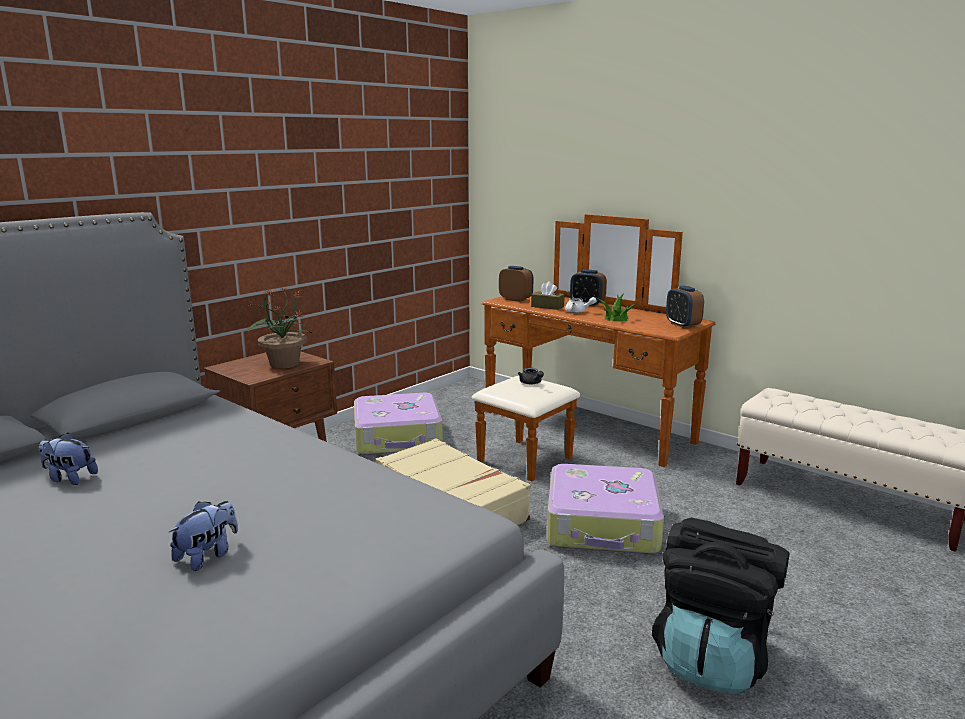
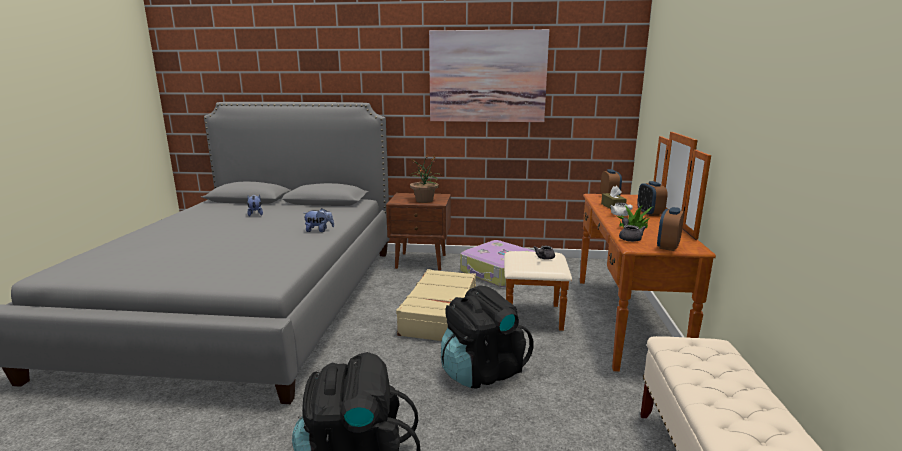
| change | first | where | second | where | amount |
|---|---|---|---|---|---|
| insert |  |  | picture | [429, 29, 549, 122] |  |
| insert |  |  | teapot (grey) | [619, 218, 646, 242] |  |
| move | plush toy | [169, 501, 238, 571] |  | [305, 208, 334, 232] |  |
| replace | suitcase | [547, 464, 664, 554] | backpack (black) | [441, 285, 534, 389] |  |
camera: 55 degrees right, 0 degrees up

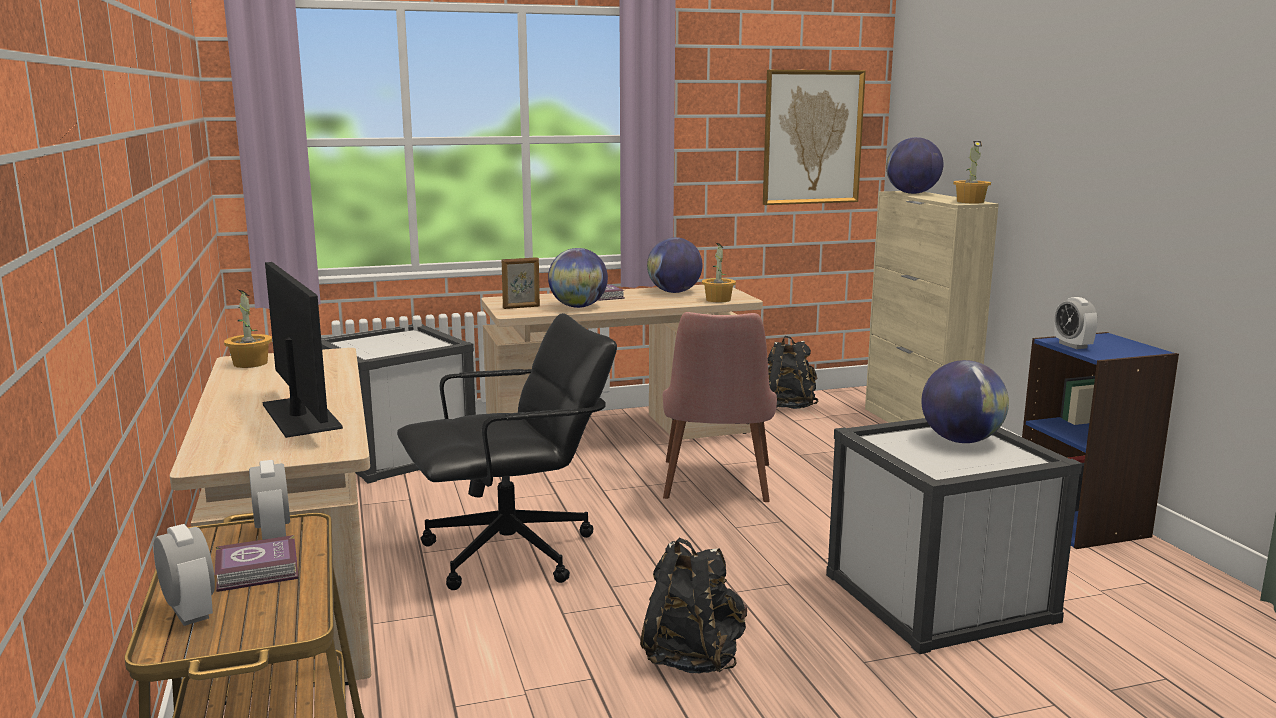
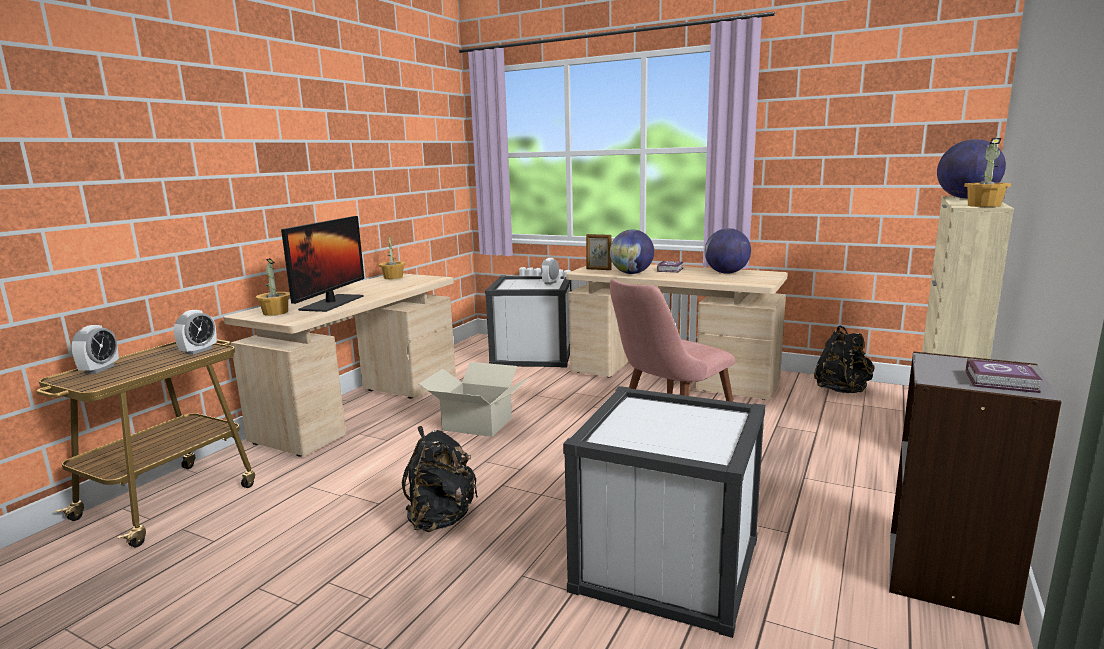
| change | first | where | second | where | amount |
|---|---|---|---|---|---|
| delete | picture | [763, 70, 866, 205] |  |  |  |
| delete | globe | [921, 360, 1009, 443] |  |  |  |
| move | book | [215, 535, 299, 592] |  | [965, 359, 1042, 393] |  |
| move | potted plant | [702, 243, 736, 302] |  | [256, 258, 290, 316] |  |
| move | alarm clock | [1054, 297, 1098, 349] |  | [541, 258, 559, 285] |  |
| replace | office chair (black) | [397, 313, 617, 590] | cardboard box | [419, 362, 530, 437] |  |
| recolor | bookcase (blue) | [1022, 332, 1179, 549] | bookcase (grey) | [889, 351, 1062, 625] |  |
camera: 45 degrees right, 0 degrees up

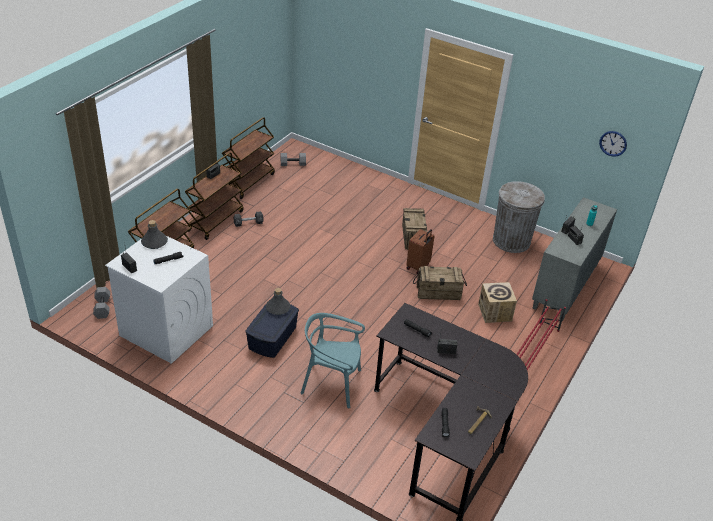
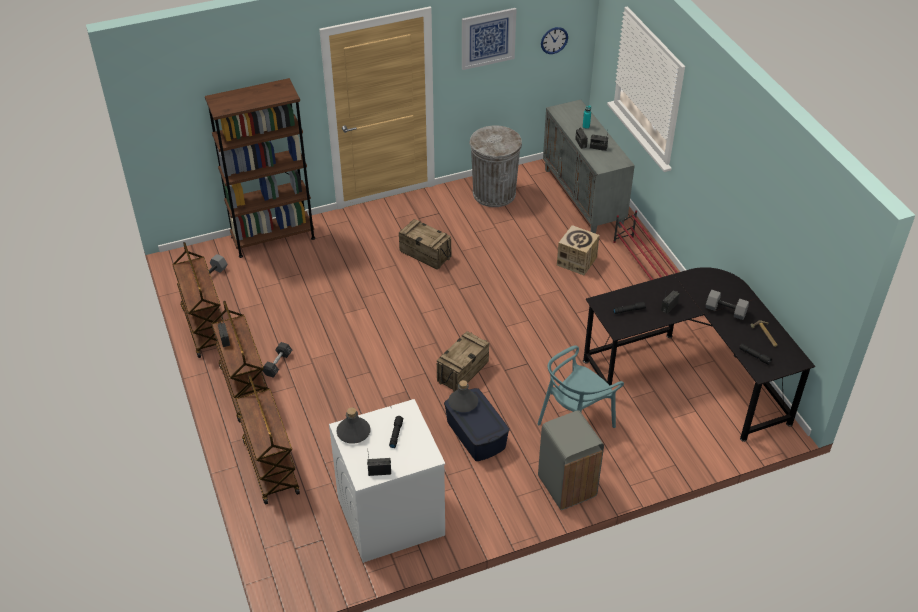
| change | first | where | second | where | amount |
|---|---|---|---|---|---|
| delete | suitcase (brown) | [406, 229, 435, 274] |  |  |  |
| insert |  |  | bookcase (brown) | [205, 78, 315, 258] |  |
| insert |  |  | picture | [462, 8, 517, 70] |  |
| insert |  |  | trash can (grey) | [538, 410, 604, 510] |  |
| move | dumbbell (grey) | [93, 287, 110, 319] |  | [706, 290, 749, 320] |  |
| move | crate | [413, 266, 467, 300] |  | [437, 331, 489, 392] |  |
camera: 50 degrees left, 5 degrees up

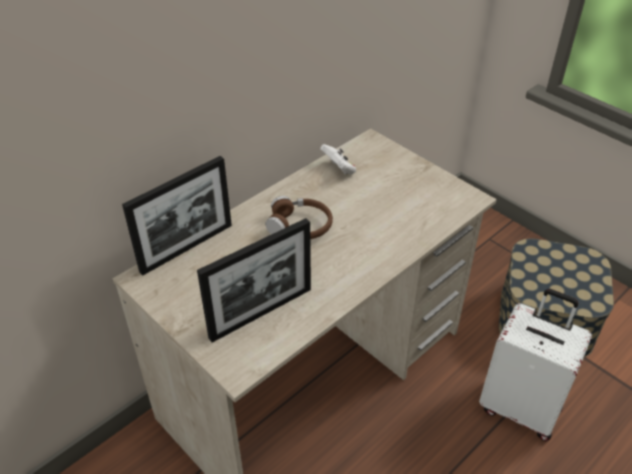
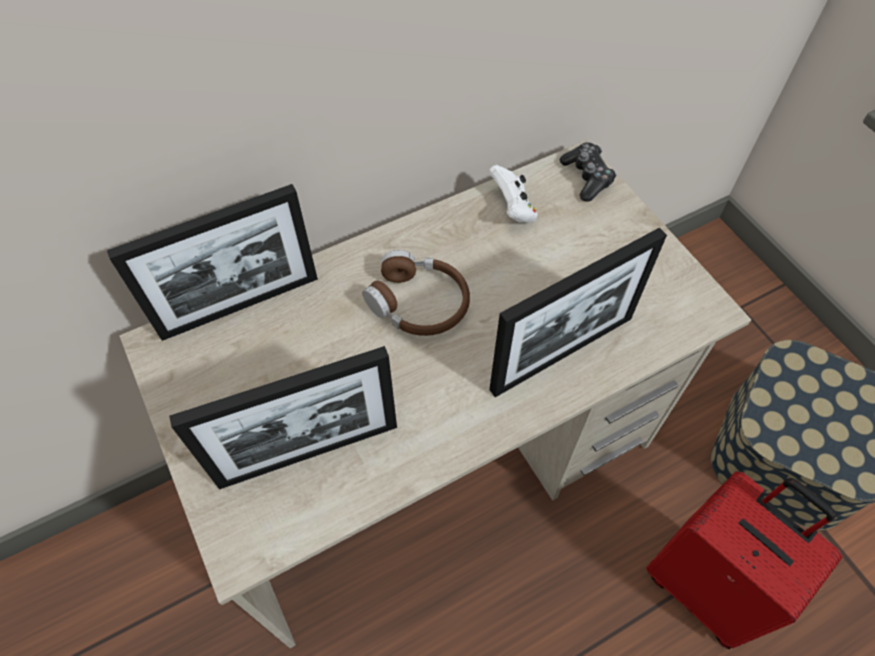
| change | first | where | second | where | amount |
|---|---|---|---|---|---|
| insert |  |  | picture frame | [489, 228, 667, 397] |  |
| insert |  |  | game controller | [560, 142, 617, 201] |  |
| recolor | suitcase (white) | [479, 289, 592, 441] | suitcase (red) | [646, 471, 843, 649] |  |
camera: 15 degrees right, 15 degrees up

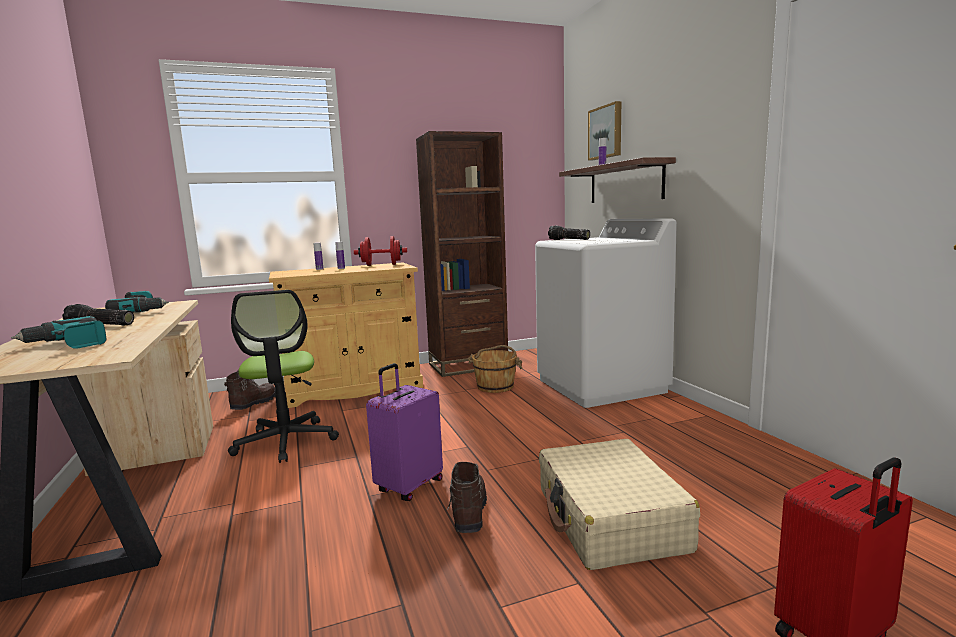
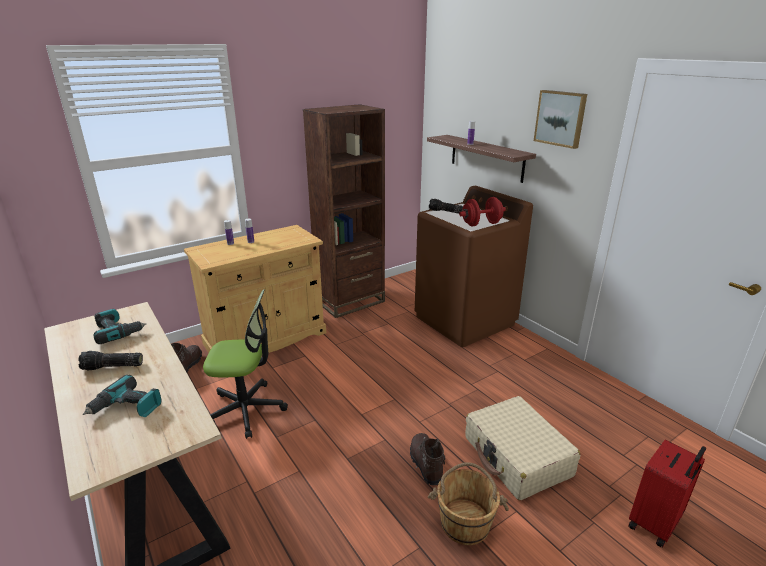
| change | first | where | second | where | amount |
|---|---|---|---|---|---|
| delete | suitcase (purple) | [366, 363, 443, 501] |  |  |  |
| move | dumbbell (red) | [354, 236, 407, 266] |  | [459, 197, 506, 226] |  |
| move | bucket (brown) | [468, 345, 522, 393] |  | [428, 462, 509, 545] |  |
| move | picture | [588, 101, 621, 160] |  | [534, 90, 587, 149] |  |
| recolor | washing machine (white) | [535, 219, 677, 408] | washing machine (brown) | [415, 186, 533, 347] |  |
| rotate | office chair | [228, 290, 339, 463] |  | [203, 289, 288, 439] | 60 degrees counterclockwise |
camera: 15 degrees left, 15 degrees up

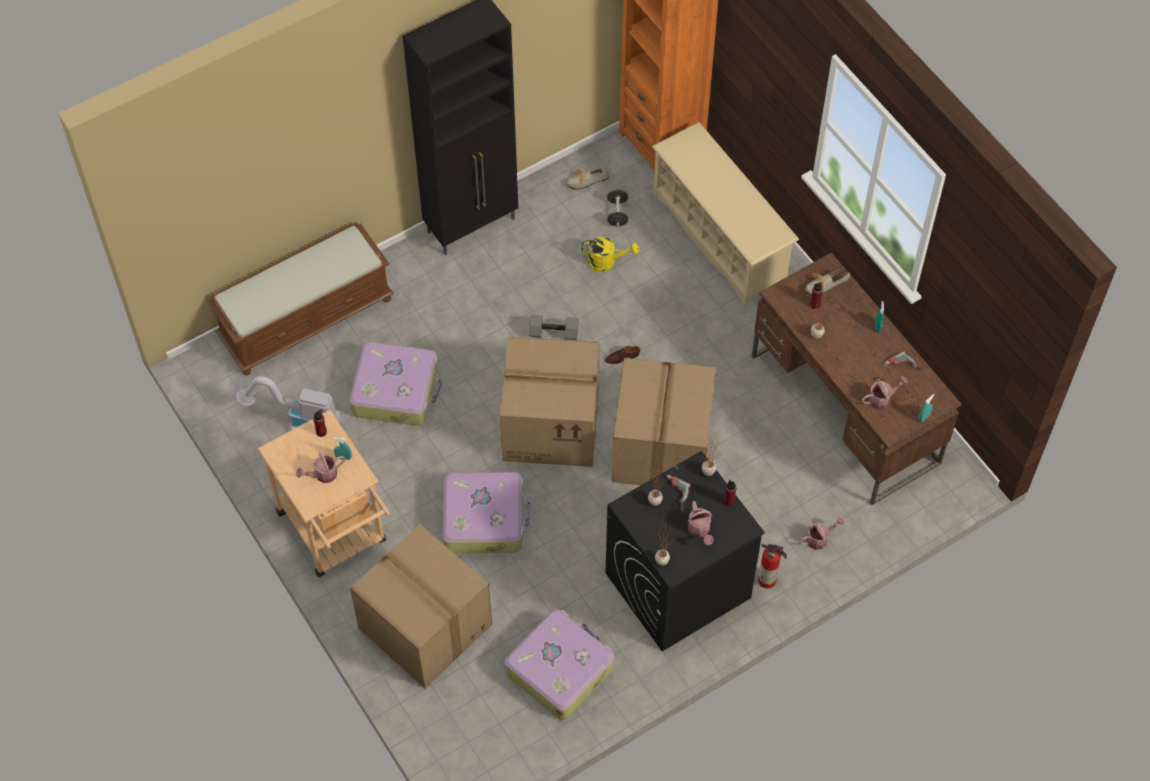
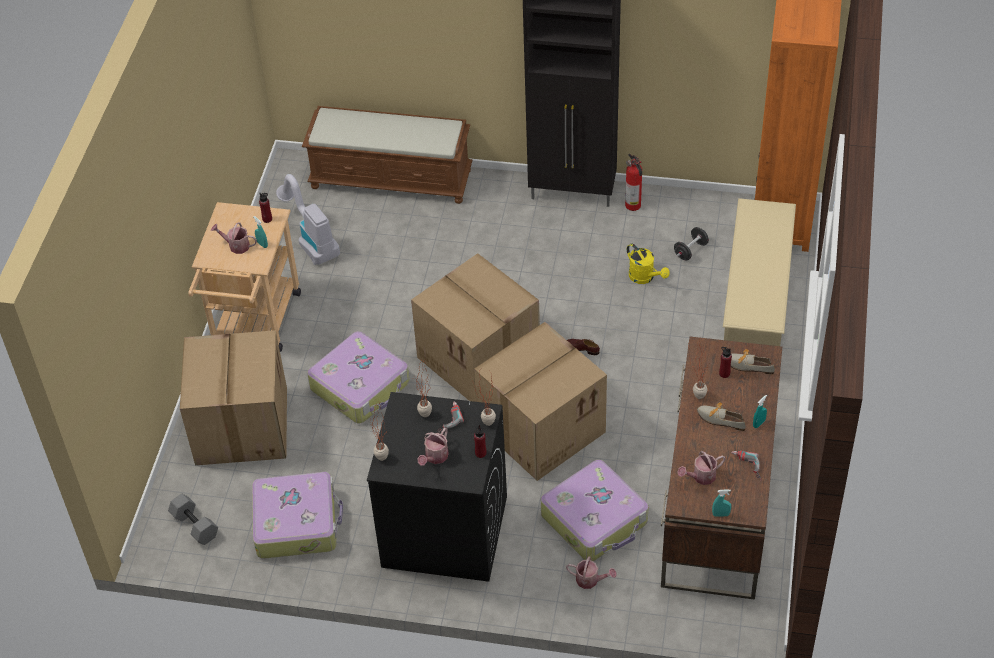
| change | first | where | second | where | amount |
|---|---|---|---|---|---|
| move | suitcase | [350, 342, 442, 426] |  | [541, 460, 648, 561] |  |
| move | dumbbell (grey) | [529, 315, 579, 340] |  | [168, 494, 218, 545] |  |
| move | shoe | [566, 168, 609, 190] |  | [697, 402, 746, 431] |  |
| move | fire extinguisher | [758, 544, 787, 588] |  | [625, 154, 642, 211] |  |
| rotate | watering can | [862, 376, 908, 410] |  | [677, 451, 726, 485] | 135 degrees clockwise |
camera: 45 degrees right, 10 degrees down

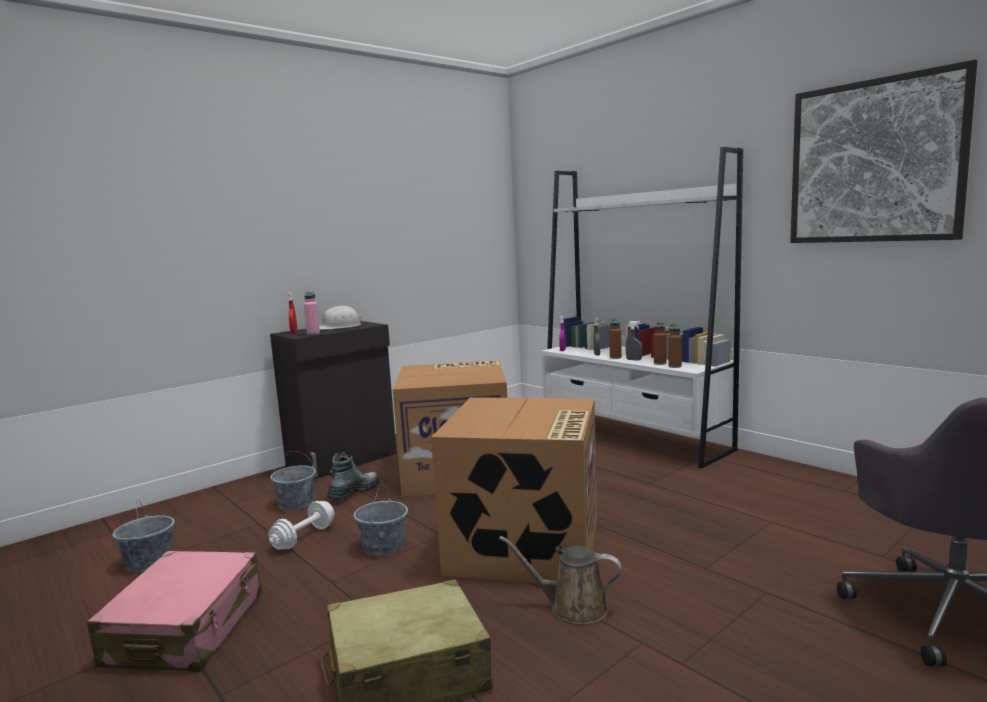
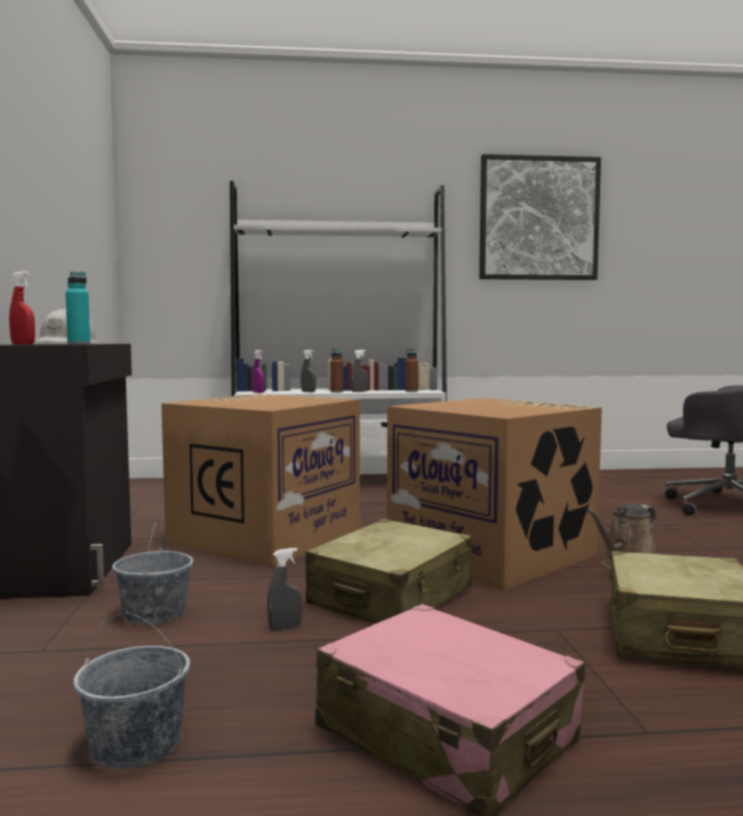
| change | first | where | second | where | amount |
|---|---|---|---|---|---|
| delete | boot | [327, 452, 379, 500] |  |  |  |
| delete | bottle (brown) | [654, 322, 666, 365] |  |  |  |
| replace | dumbbell (white) | [268, 501, 334, 550] | spray bottle (grey) | [267, 548, 302, 631] |  |
| replace | bucket (grey) | [353, 484, 408, 556] | suitcase (beige) | [305, 519, 473, 624] |  |
| recolor | bottle (pink) | [304, 291, 320, 335] | bottle (turquoise) | [65, 271, 90, 344] |  |
camera: 55 degrees left, 5 degrees down

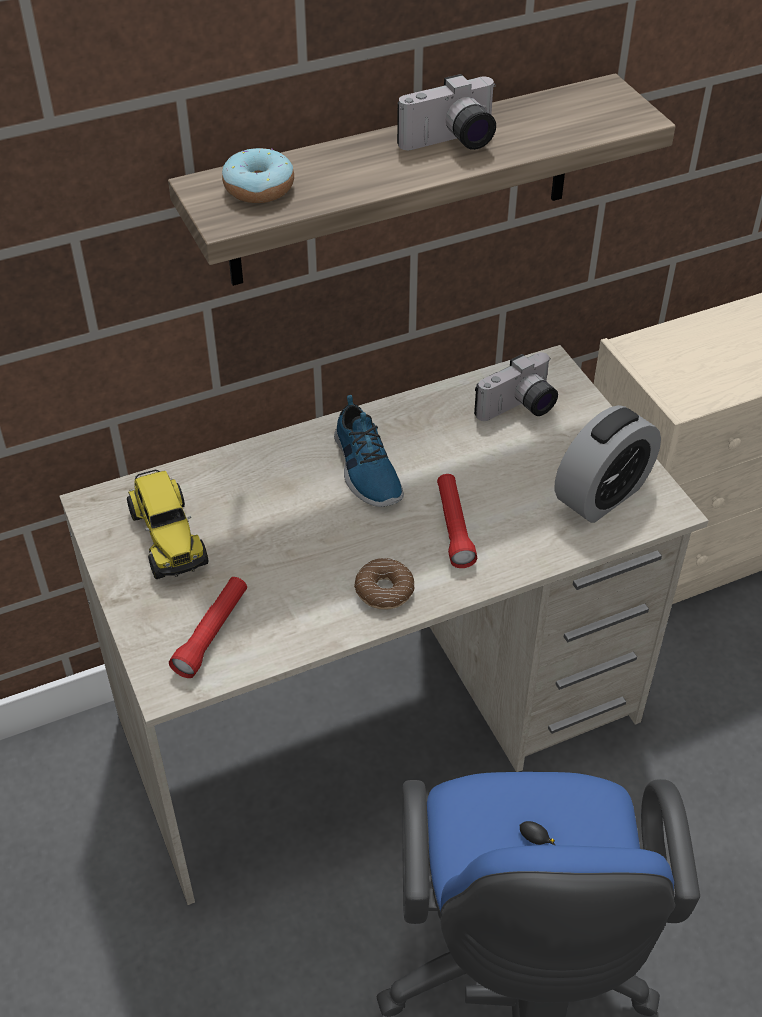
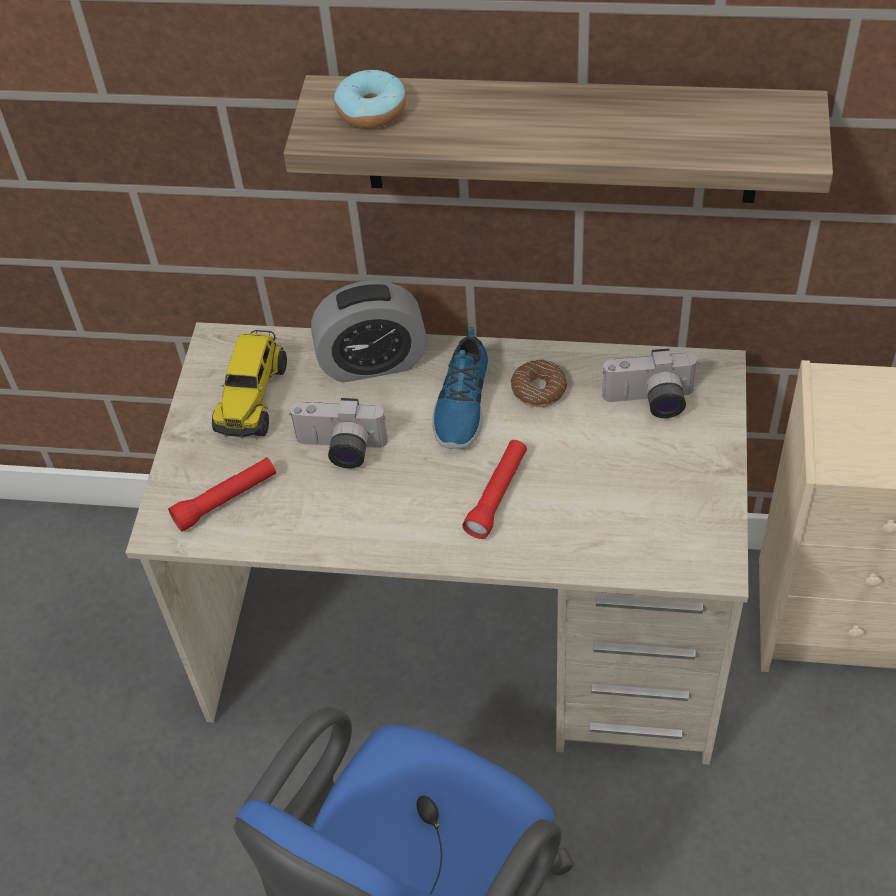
| change | first | where | second | where | amount |
|---|---|---|---|---|---|
| move | donut | [354, 558, 414, 610] |  | [511, 360, 567, 407] |  |
| move | photo camera | [397, 74, 496, 150] |  | [289, 398, 388, 468] |  |
| move | alarm clock | [555, 405, 661, 523] |  | [311, 280, 427, 383] |  |
camera: 35 degrees right, 5 degrees up

